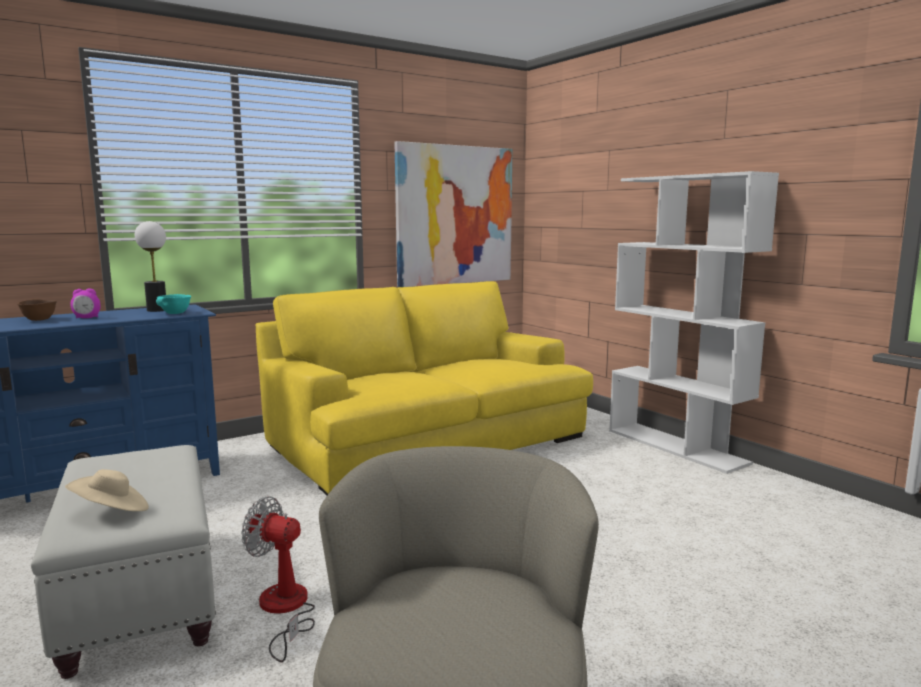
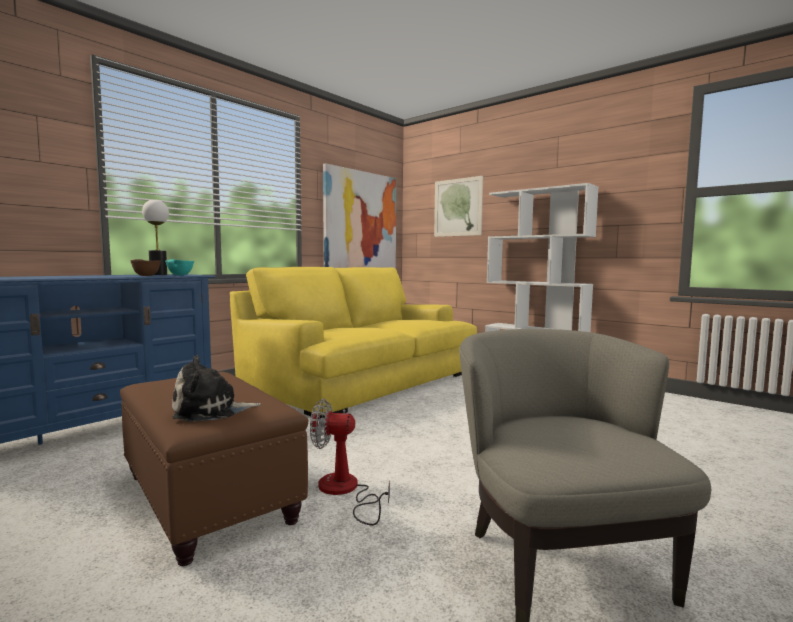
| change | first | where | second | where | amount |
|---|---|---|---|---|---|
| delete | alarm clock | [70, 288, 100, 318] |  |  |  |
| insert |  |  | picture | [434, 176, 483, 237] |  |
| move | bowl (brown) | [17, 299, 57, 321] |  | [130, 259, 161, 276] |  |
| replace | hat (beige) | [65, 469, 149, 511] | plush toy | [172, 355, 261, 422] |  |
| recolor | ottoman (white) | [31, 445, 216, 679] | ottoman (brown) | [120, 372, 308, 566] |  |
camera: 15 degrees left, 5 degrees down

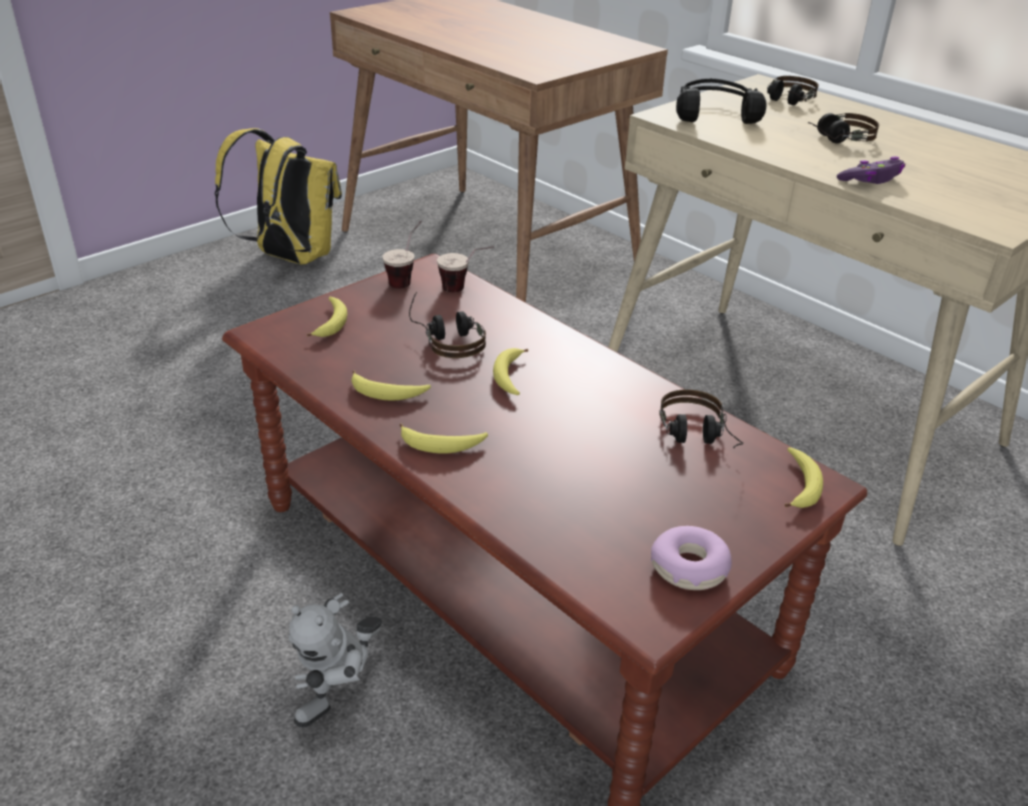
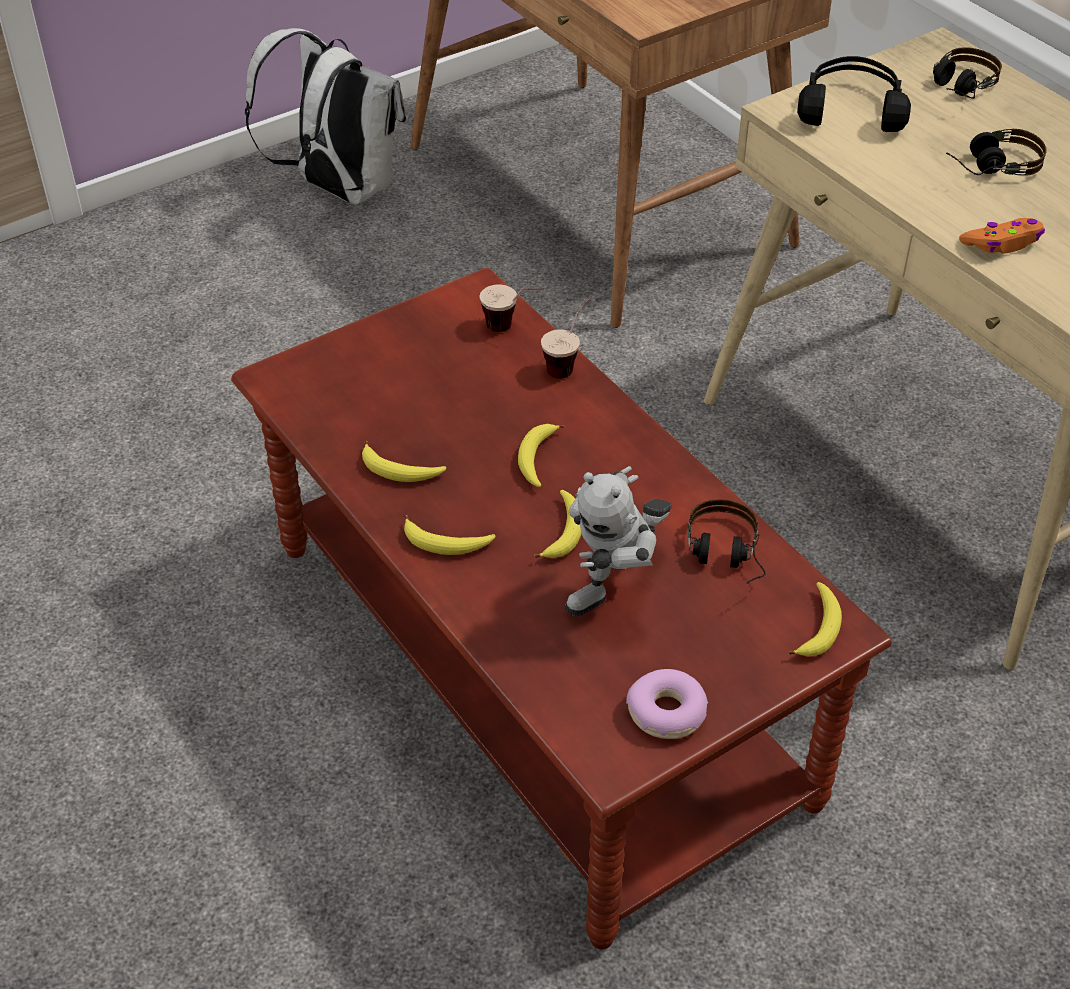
| change | first | where | second | where | amount |
|---|---|---|---|---|---|
| delete | headphones | [409, 292, 486, 358] |  |  |  |
| move | toy robot | [289, 593, 383, 727] |  | [565, 466, 672, 616] |  |
| move | banana | [307, 297, 347, 337] |  | [534, 490, 581, 558] |  |
| move | cup | [382, 221, 422, 288] |  | [541, 295, 592, 379] |  |
| recolor | backpack (yellow) | [215, 128, 342, 264] | backpack (white) | [245, 28, 406, 204] |  |
| recolor | game controller (purple) | [837, 157, 905, 184] | game controller (orange) | [959, 218, 1045, 254] |  |
camera: 10 degrees right, 10 degrees up

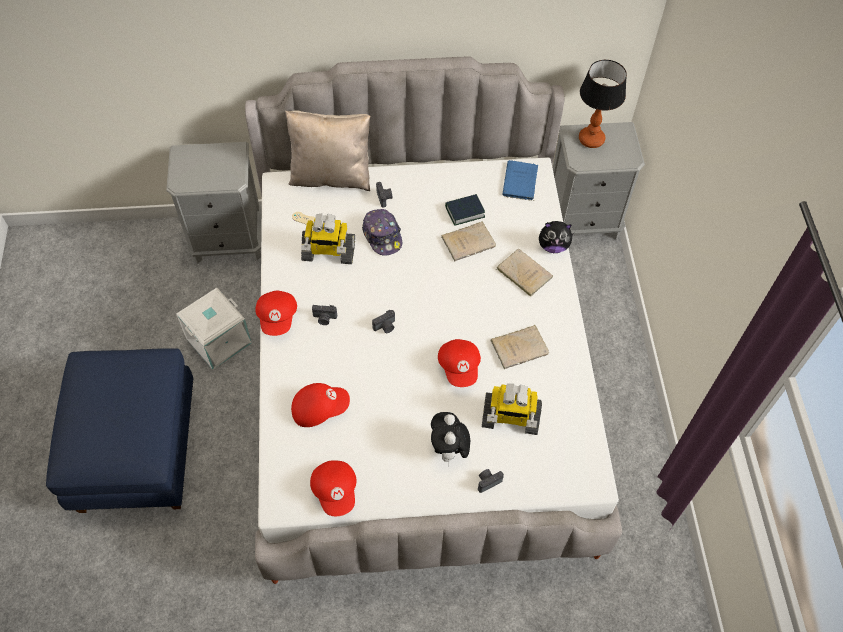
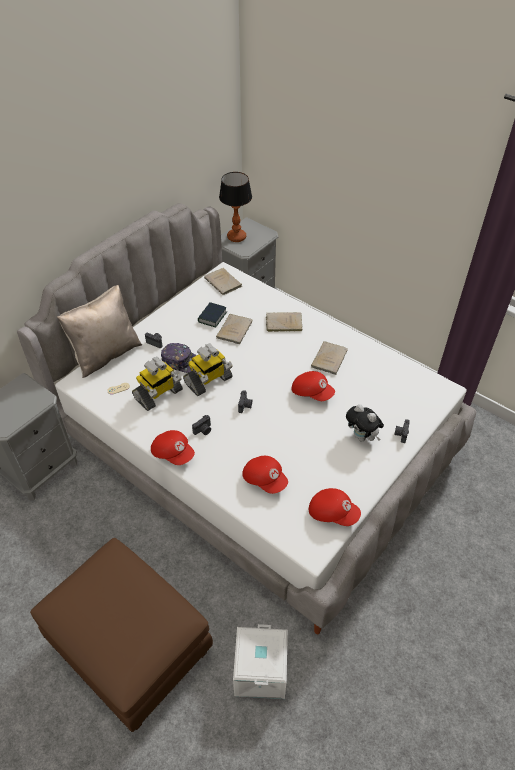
| change | first | where | second | where | amount |
|---|---|---|---|---|---|
| delete | plush toy | [539, 221, 574, 253] |  |  |  |
| move | storage box (white) | [176, 288, 252, 370] |  | [233, 624, 288, 699] |  |
| move | toy robot | [482, 384, 542, 435] |  | [183, 343, 233, 396] |  |
| recolor | ottoman (blue) | [46, 348, 194, 513] | ottoman (brown) | [30, 538, 213, 732] |  |
| recolor | book (blue) | [503, 160, 538, 201] | book (beige) | [204, 268, 242, 295] |  |
| rotate | cap (red) | [291, 383, 350, 427] |  | [242, 456, 288, 494] | 105 degrees clockwise |
camera: 45 degrees left, 10 degrees down

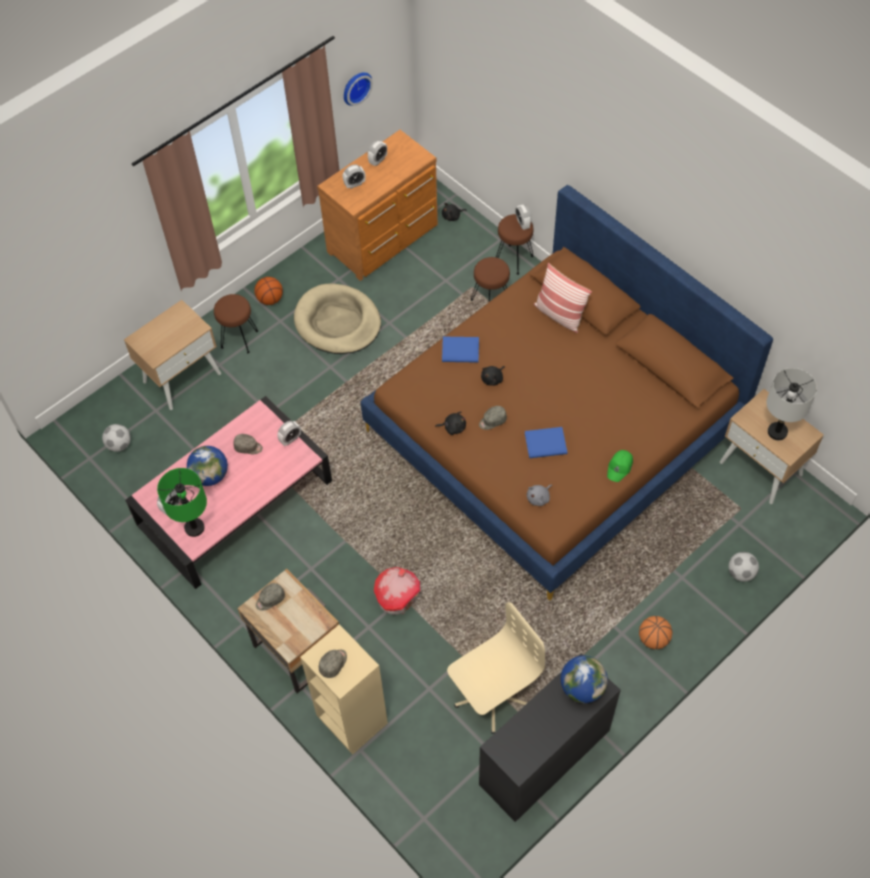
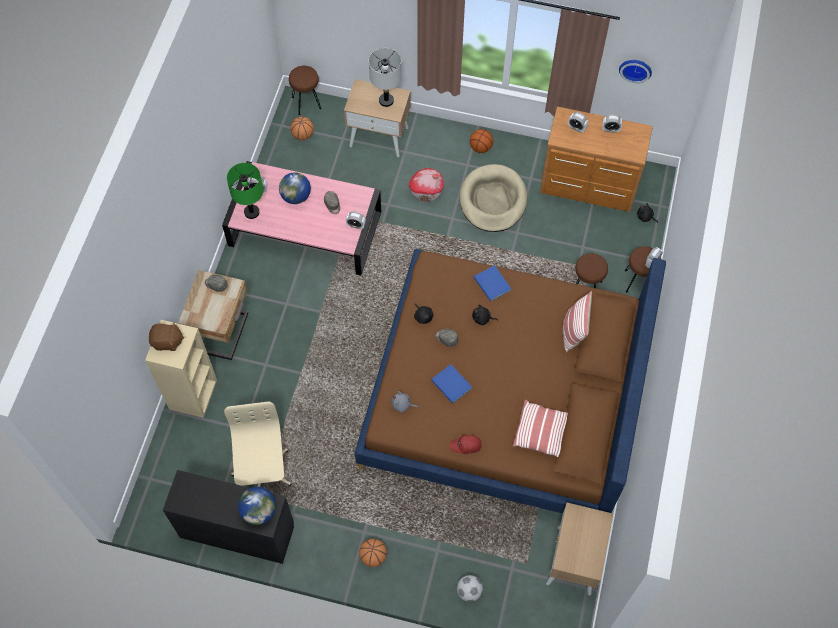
| change | first | where | second | where | amount |
|---|---|---|---|---|---|
| insert |  |  | pillow | [513, 400, 568, 457] |  |
| move | stool (brown) | [214, 294, 258, 353] |  | [289, 66, 322, 115] |  |
| move | toy house | [374, 567, 420, 615] |  | [409, 168, 444, 203] |  |
| move | table lamp (grey) | [766, 368, 817, 440] |  | [369, 48, 402, 107] |  |
| replace | football | [102, 424, 131, 452] | basketball | [290, 117, 314, 140] |  |
| replace | cap (grey) | [319, 650, 347, 678] | plush toy (brown) | [149, 321, 184, 351] |  |
| recolor | cap (green) | [607, 450, 633, 482] | cap (red) | [449, 435, 482, 454] |  |
| rotate | office chair (beige) | [447, 602, 545, 734] |  | [224, 401, 291, 487] | 120 degrees counterclockwise |
camera: 55 degrees right, 5 degrees up

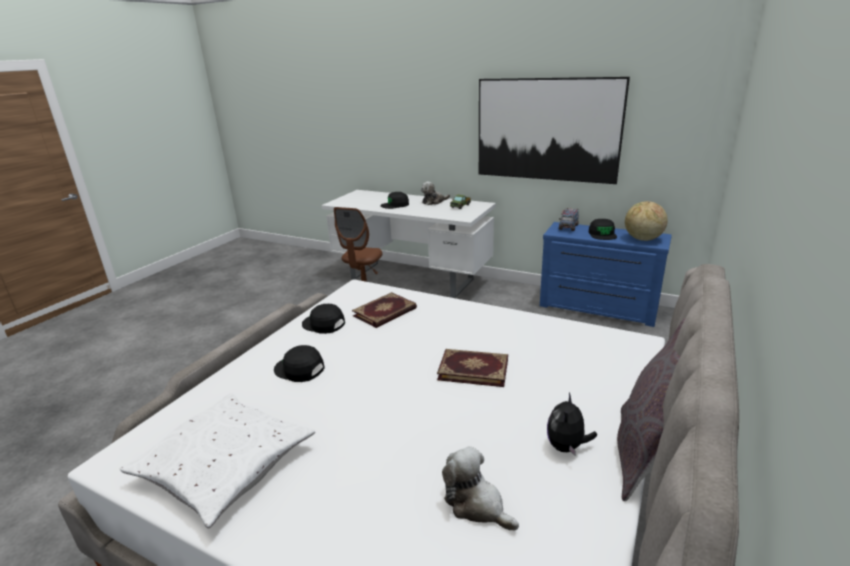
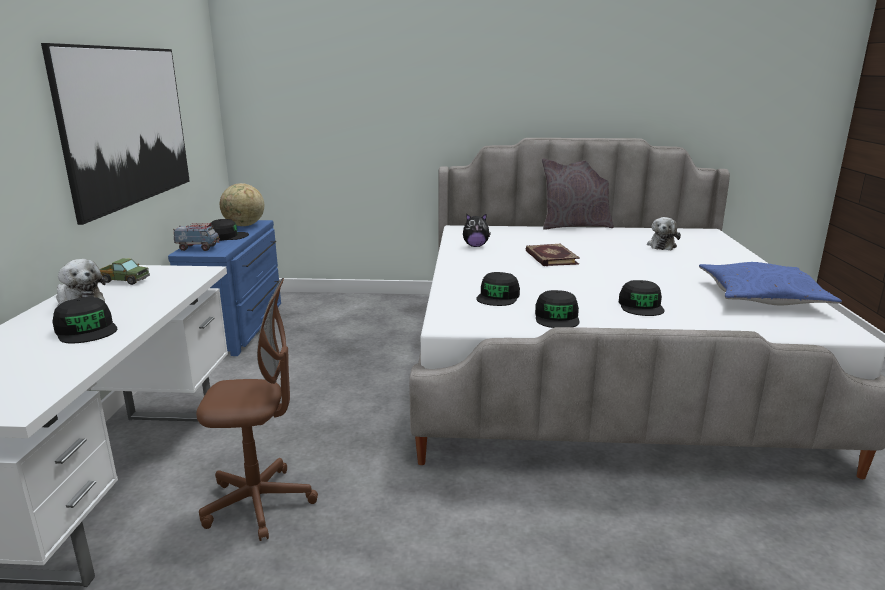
| change | first | where | second | where | amount |
|---|---|---|---|---|---|
| move | plush toy | [547, 392, 597, 456] |  | [463, 214, 491, 247] |  |
| replace | book | [352, 292, 417, 328] | cap (black) | [476, 272, 520, 306] |  |
| recolor | pillow (white) | [120, 393, 315, 529] | pillow (blue) | [699, 262, 842, 305] |  |
camera: 115 degrees left, 5 degrees down

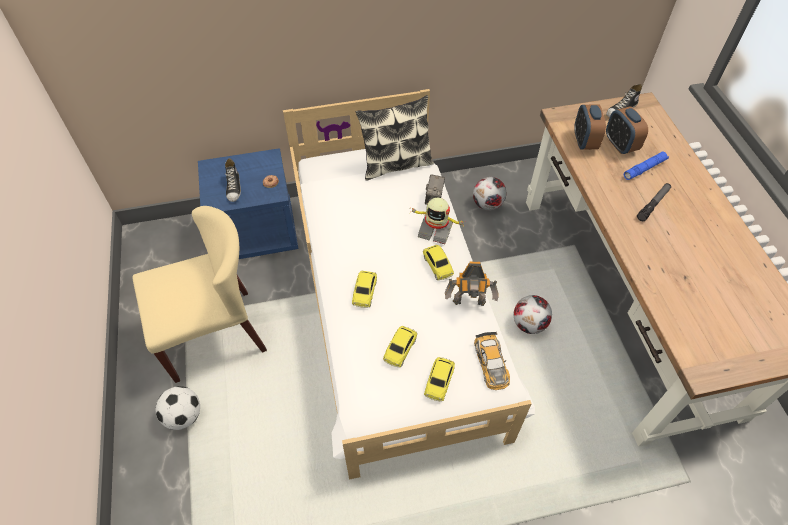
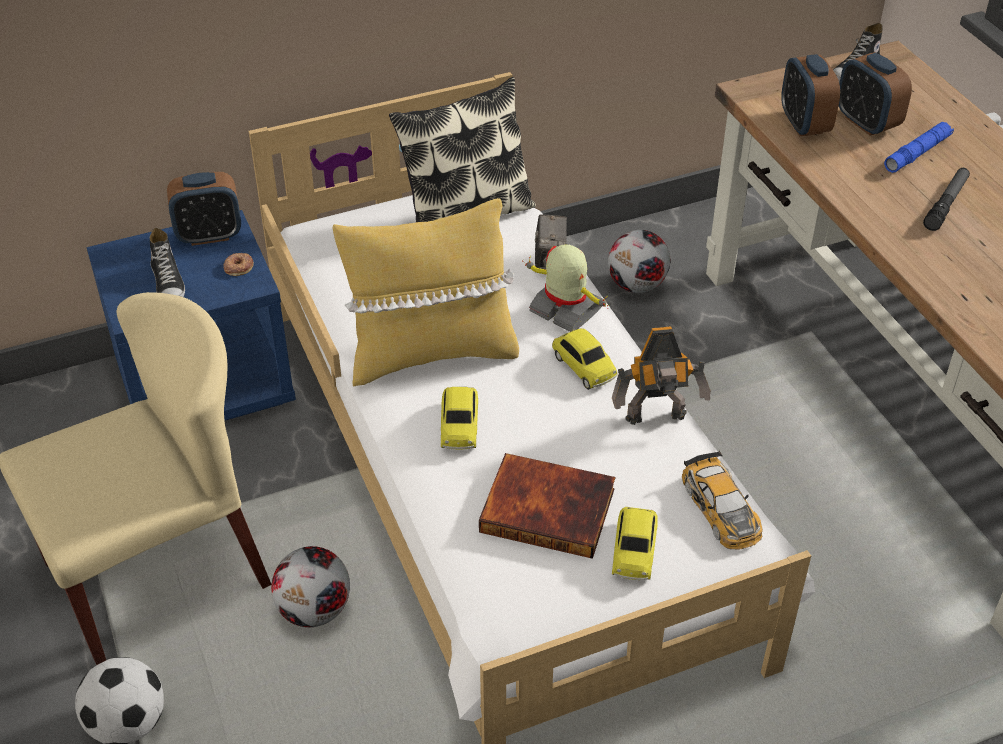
| change | first | where | second | where | amount |
|---|---|---|---|---|---|
| insert |  |  | alarm clock | [167, 172, 241, 246] |  |
| insert |  |  | pillow (yellow) | [333, 198, 519, 387] |  |
| move | football | [514, 295, 552, 334] |  | [271, 546, 350, 627] |  |
| replace | toy car | [383, 326, 417, 367] | book | [479, 453, 615, 559] |  |
| rotate | toy robot | [410, 198, 463, 244] |  | [522, 245, 609, 332] | 150 degrees counterclockwise |
camera: 10 degrees left, 10 degrees down

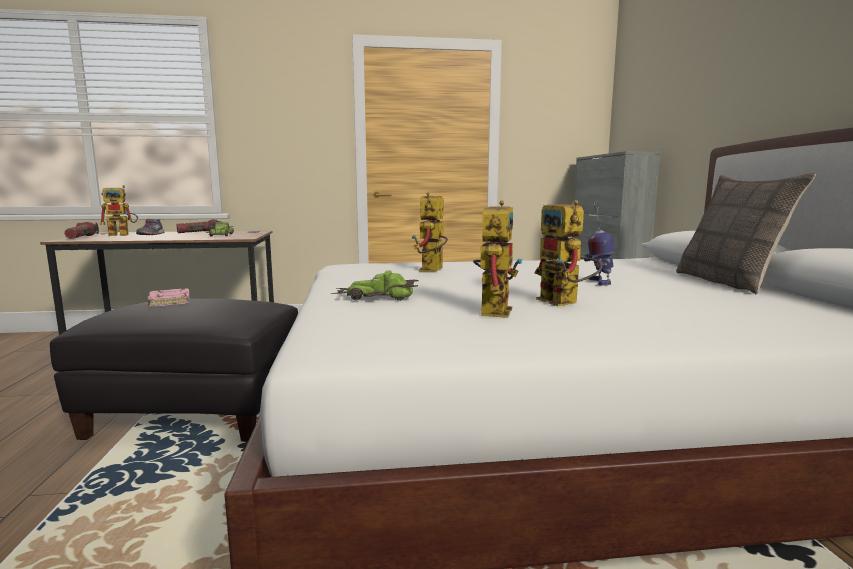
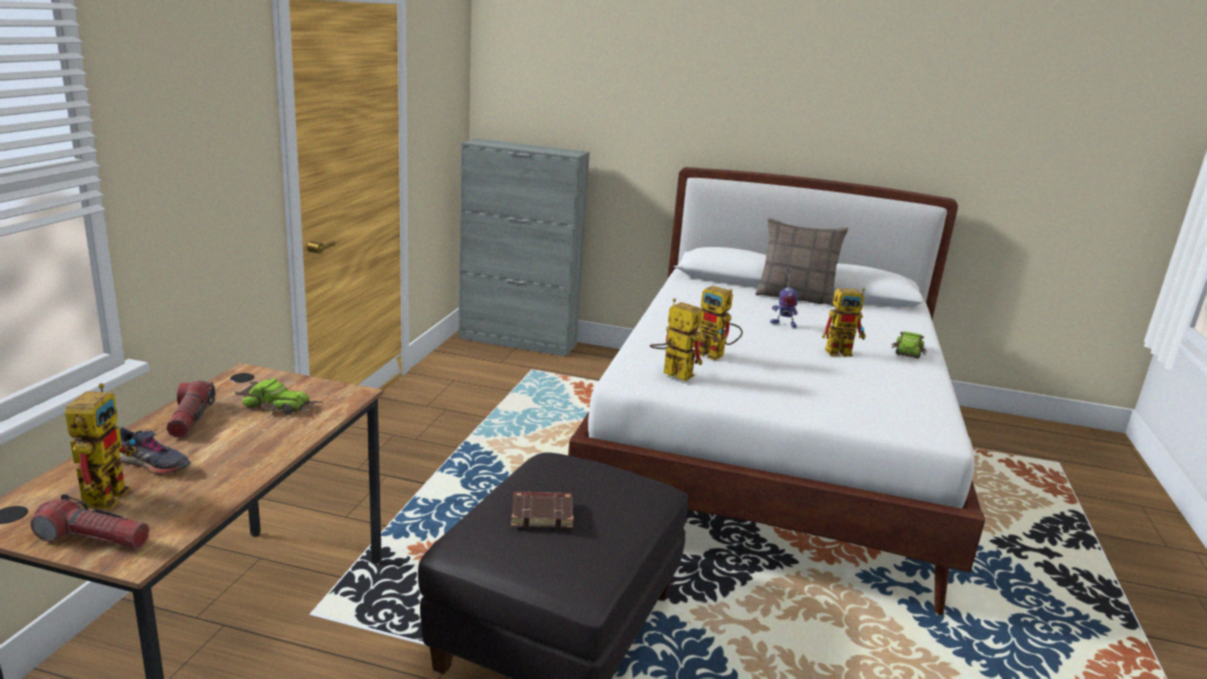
| change | first | where | second | where | amount |
|---|---|---|---|---|---|
| move | toy car | [331, 271, 419, 301] |  | [892, 331, 927, 360] |  |
| move | toy robot | [473, 201, 522, 318] |  | [650, 298, 703, 381] |  |
| recolor | book (pink) | [148, 288, 190, 307] | book (brown) | [511, 491, 574, 529] |  |
camera: 70 degrees left, 10 degrees up

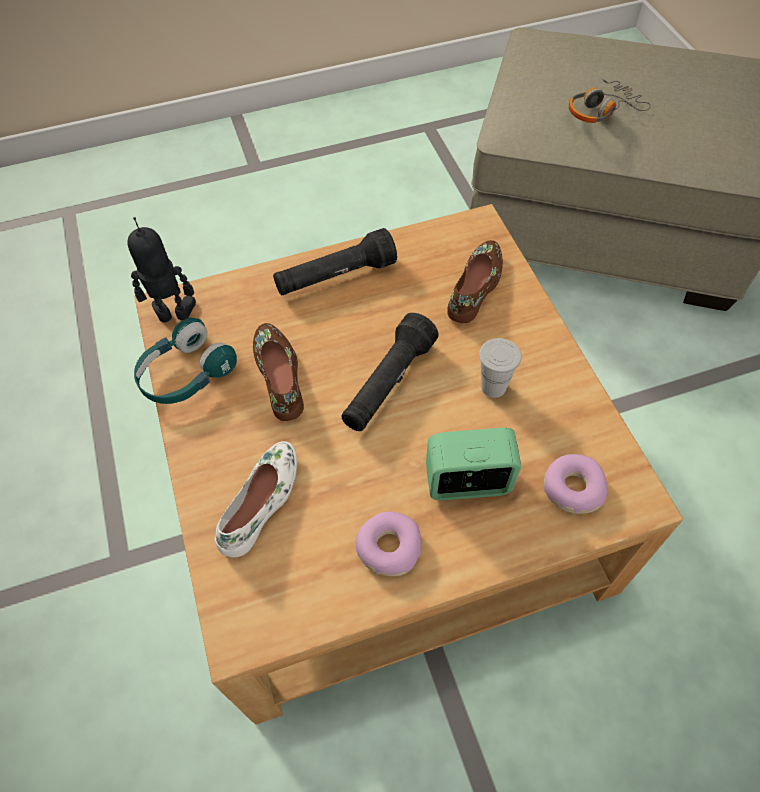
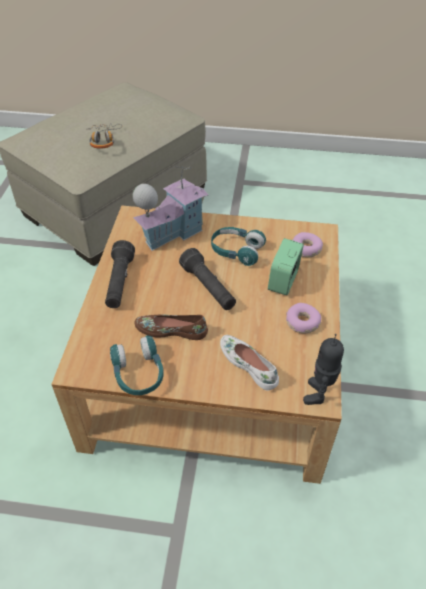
| change | first | where | second | where | amount |
|---|---|---|---|---|---|
| move | toy robot | [127, 217, 196, 322] |  | [303, 334, 344, 405] |  |
| replace | shoe (brown) | [447, 240, 503, 323] | toy house | [133, 166, 208, 251] |  |
| replace | cup (white) | [479, 338, 521, 398] | headphones (turquoise) | [211, 227, 266, 266] |  |
camera: 65 degrees left, 10 degrees down

